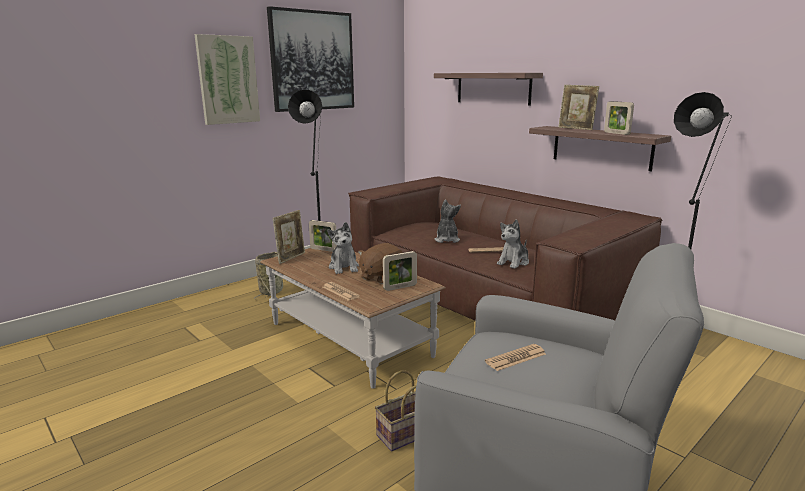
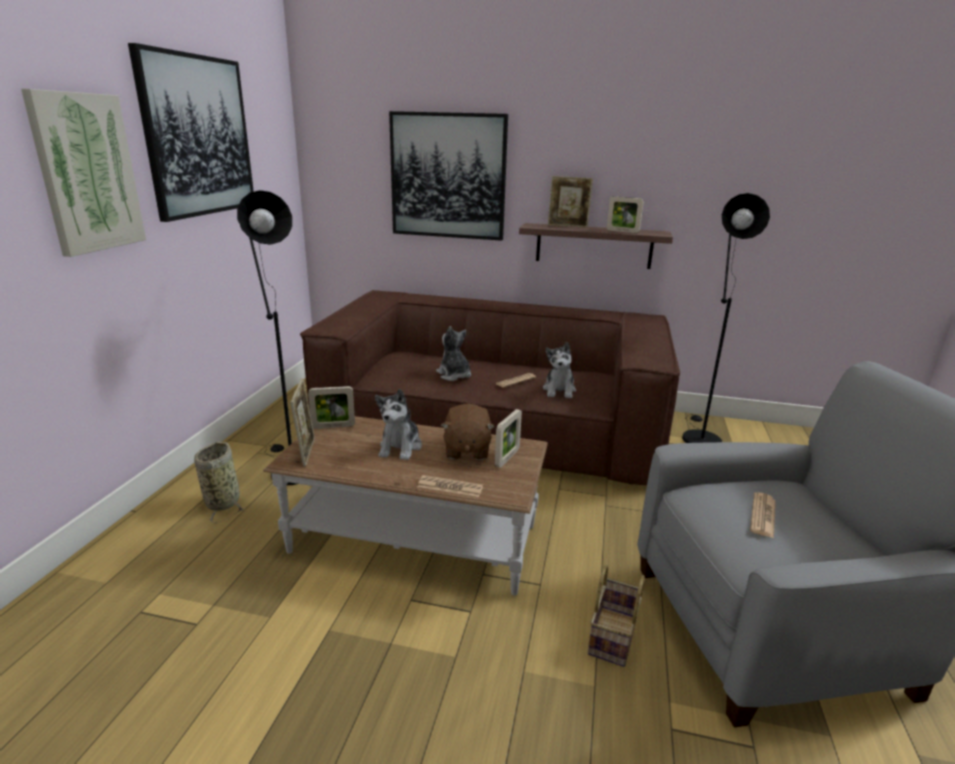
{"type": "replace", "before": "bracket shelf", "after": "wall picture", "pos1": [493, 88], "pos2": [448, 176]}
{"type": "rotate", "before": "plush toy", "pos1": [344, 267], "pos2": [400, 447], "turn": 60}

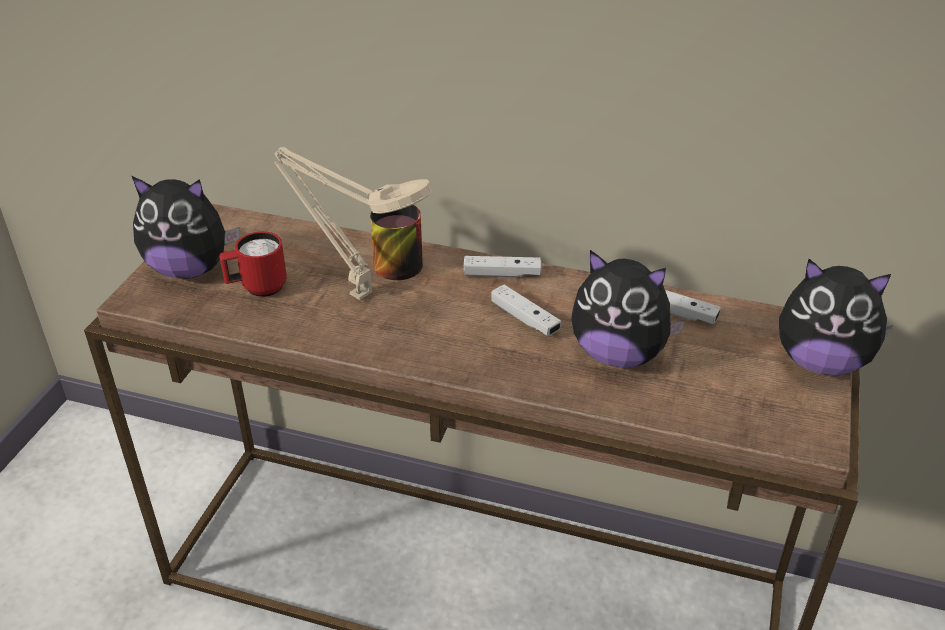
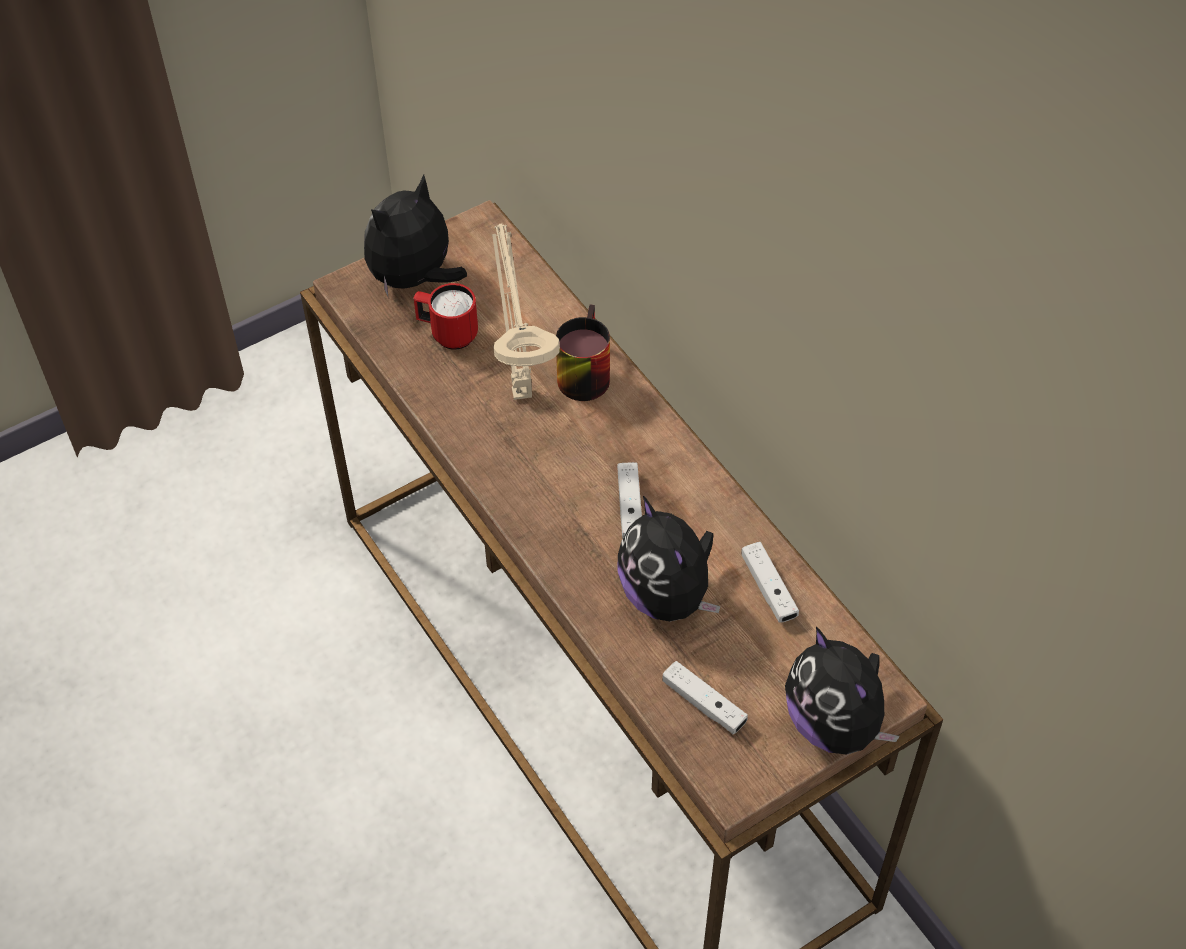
{"type": "rotate", "before": "plush toy", "pos1": [190, 269], "pos2": [414, 279], "turn": 90}
{"type": "move", "before": "joypad (white)", "pos1": [502, 274], "pos2": [704, 704]}

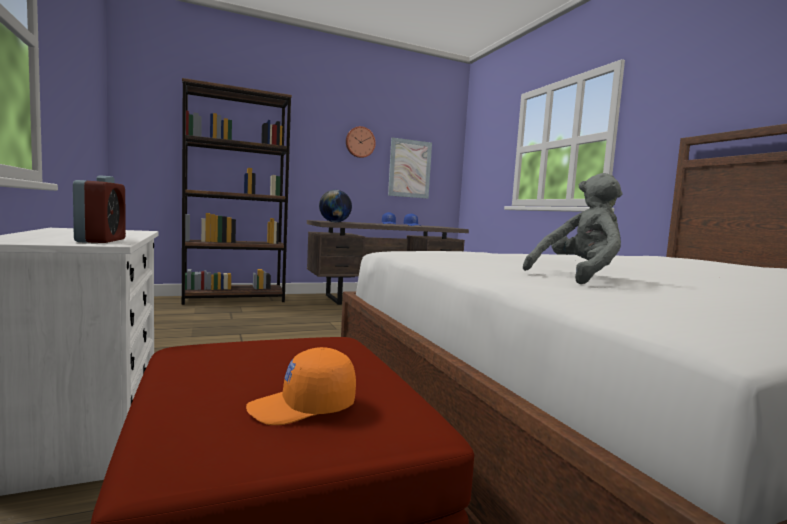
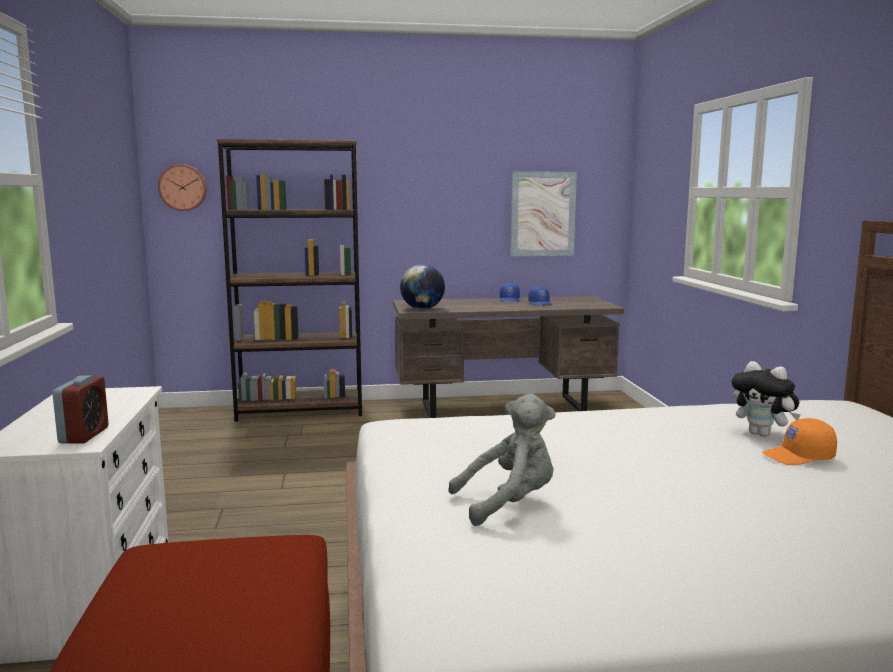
{"type": "move", "before": "clock on the wall", "pos1": [360, 142], "pos2": [183, 187]}
{"type": "move", "before": "baseball cap (orange-coloured)", "pos1": [303, 408], "pos2": [799, 457]}
{"type": "insert", "after": "plush toy", "pos2": [763, 434]}

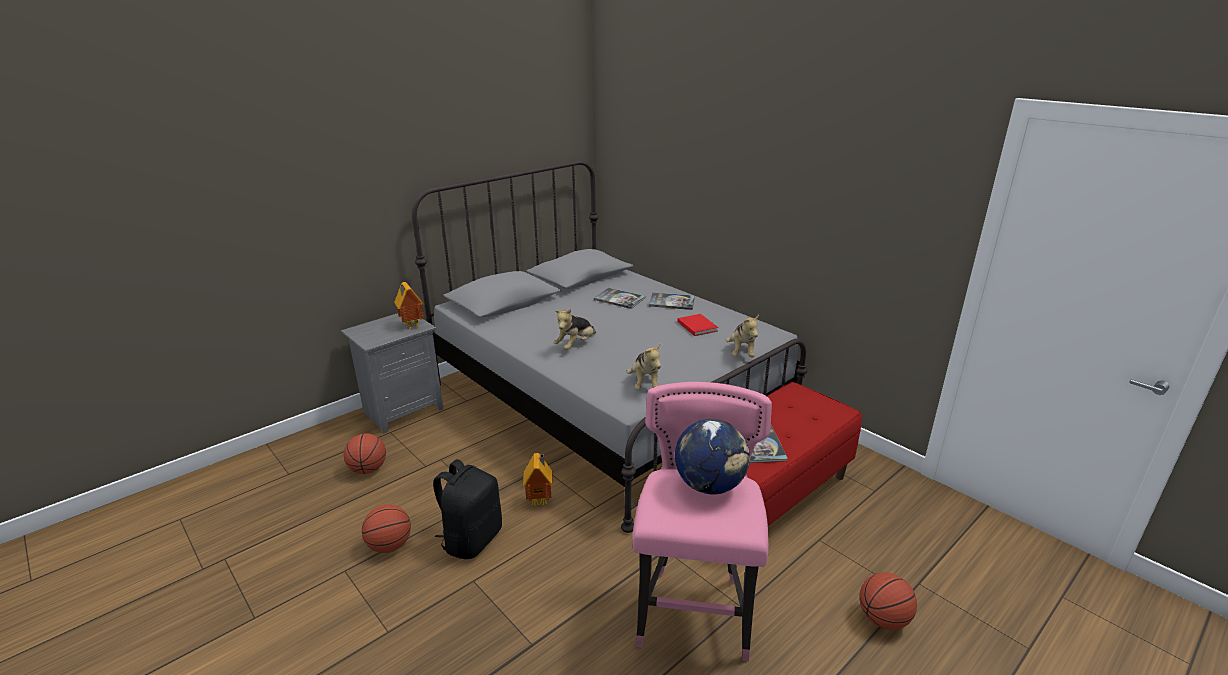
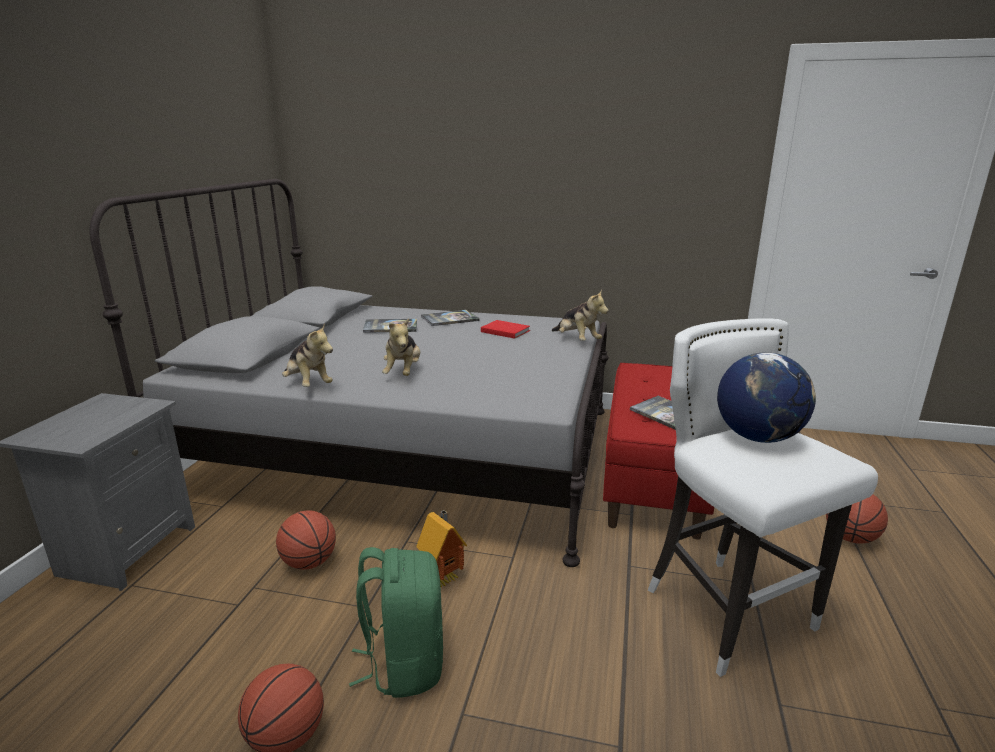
{"type": "delete", "before": "miniature house", "pos1": [411, 326]}
{"type": "move", "before": "plush toy", "pos1": [644, 383], "pos2": [308, 384]}
{"type": "recolor", "before": "stool seat (pink-coloured)", "after": "stool seat (white)", "pos1": [694, 616], "pos2": [728, 614]}
{"type": "move", "before": "ball for basketball", "pos1": [368, 469], "pos2": [309, 563]}
{"type": "recolor", "before": "backpack (black)", "after": "backpack (green-coloured)", "pos1": [472, 539], "pos2": [404, 663]}

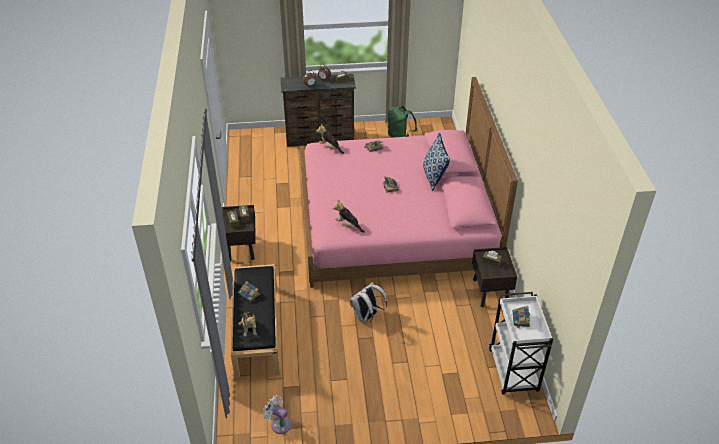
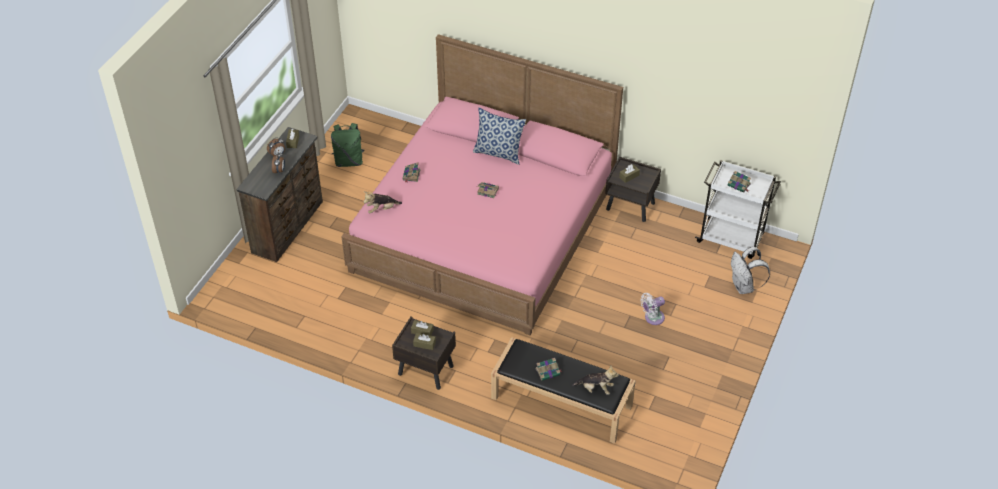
{"type": "delete", "before": "plush toy", "pos1": [348, 225]}
{"type": "move", "before": "backpack (white)", "pos1": [367, 316], "pos2": [744, 287]}
{"type": "move", "before": "cooling fan (white)", "pos1": [279, 424], "pos2": [652, 318]}

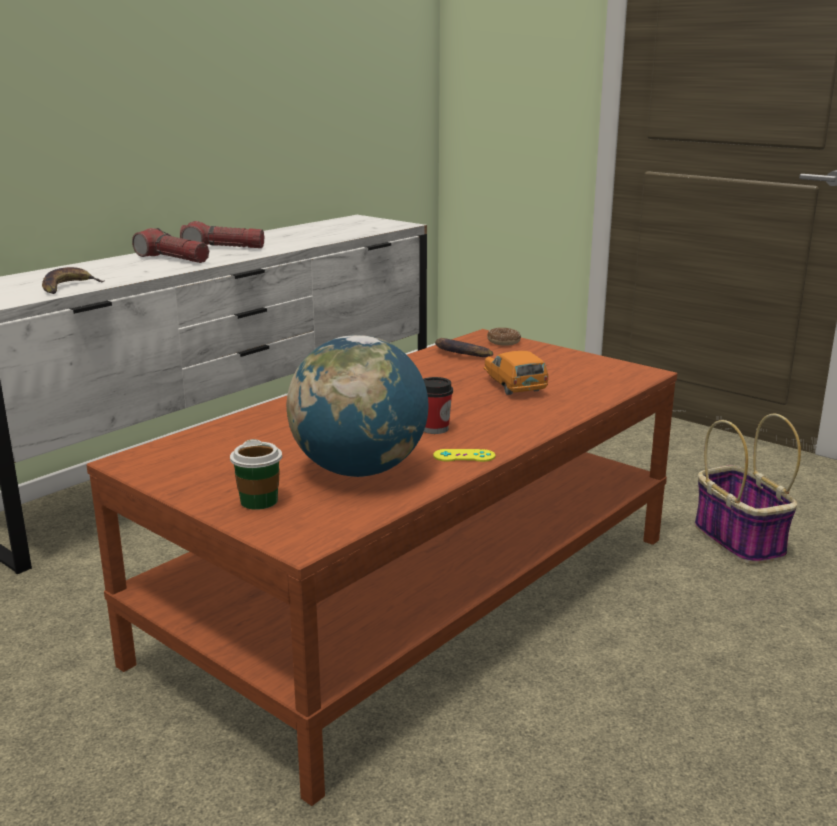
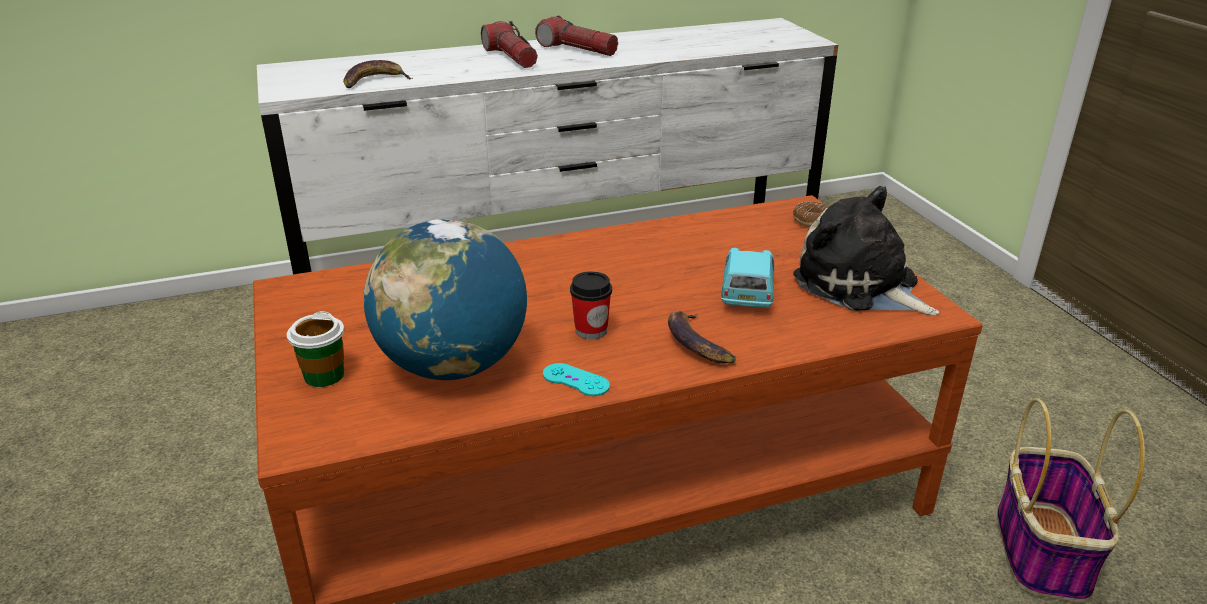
{"type": "move", "before": "banana fruit", "pos1": [460, 354], "pos2": [696, 343]}
{"type": "recolor", "before": "miniature car (orange-coloured)", "after": "miniature car (blue-green)", "pos1": [514, 387], "pos2": [747, 292]}
{"type": "recolor", "before": "joypad (yellowish)", "after": "joypad (blue-green)", "pos1": [464, 456], "pos2": [575, 380]}
{"type": "insert", "after": "plush toy", "pos2": [860, 285]}

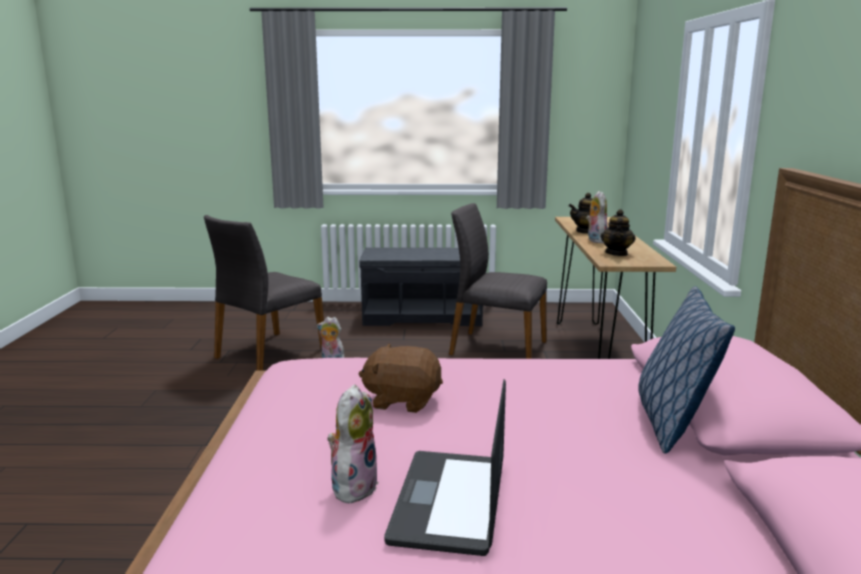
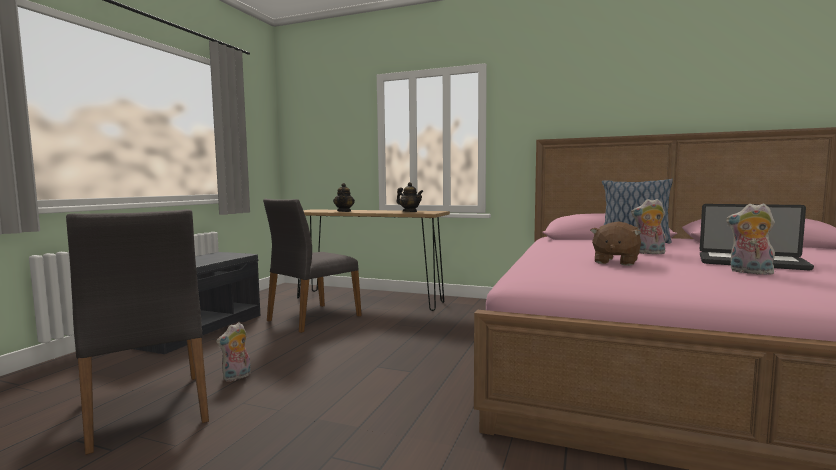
{"type": "move", "before": "plush toy", "pos1": [595, 240], "pos2": [648, 253]}

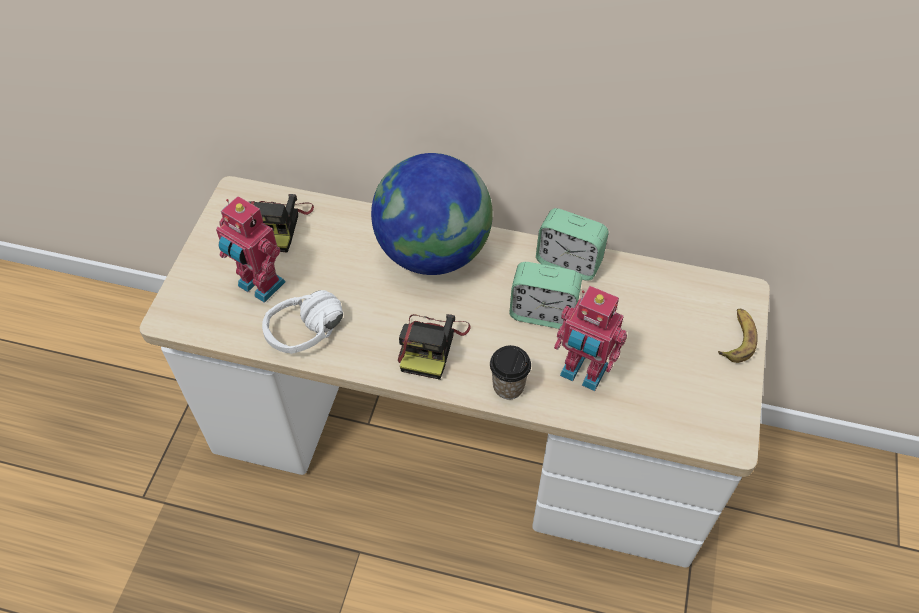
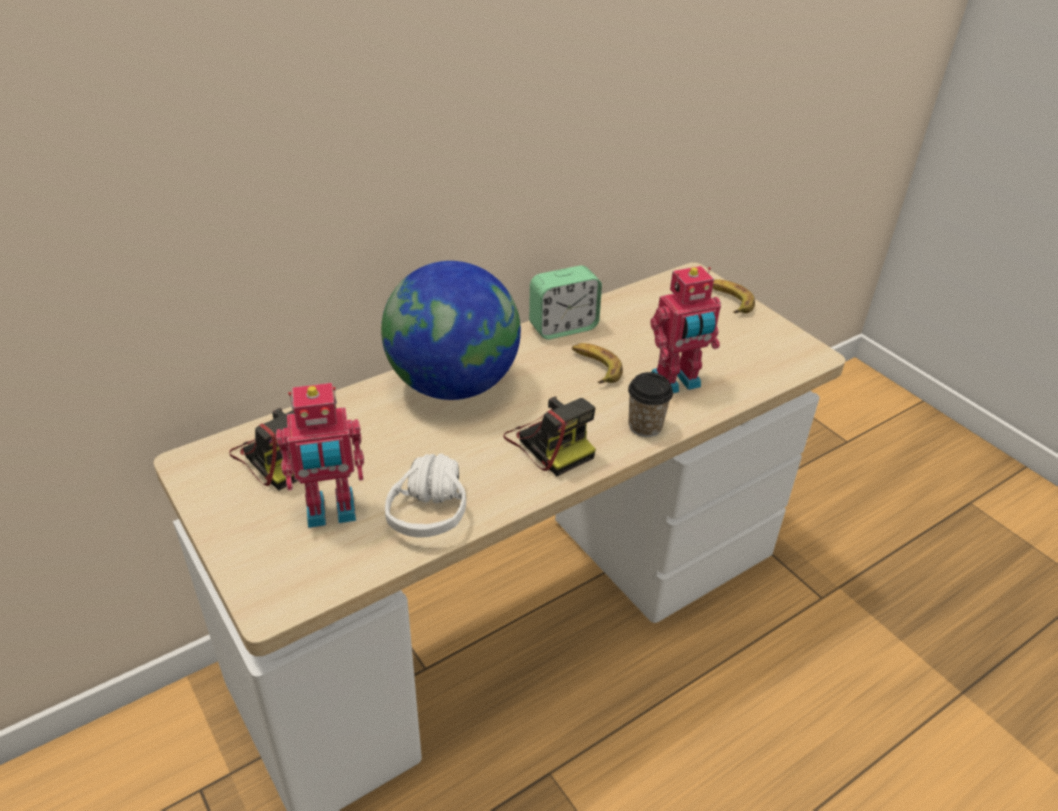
{"type": "replace", "before": "table clock", "after": "banana fruit", "pos1": [543, 313], "pos2": [595, 367]}

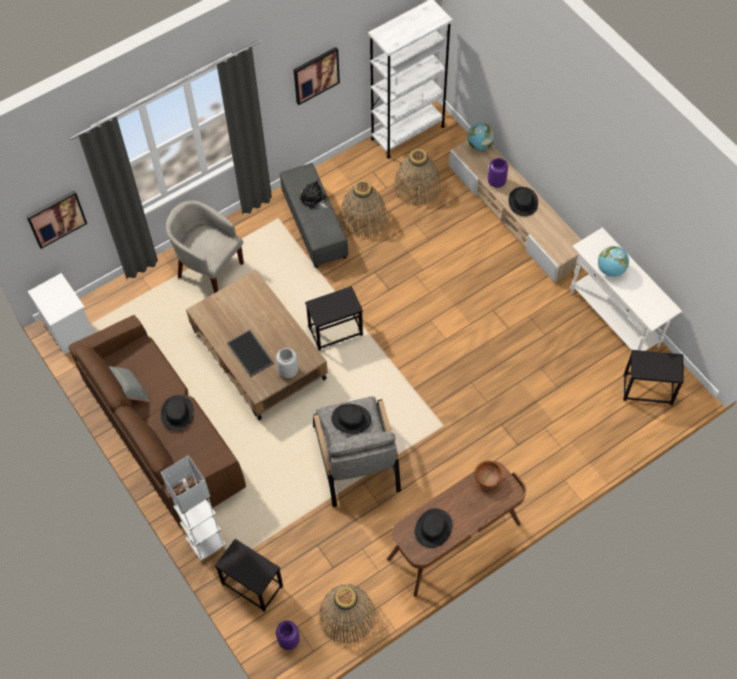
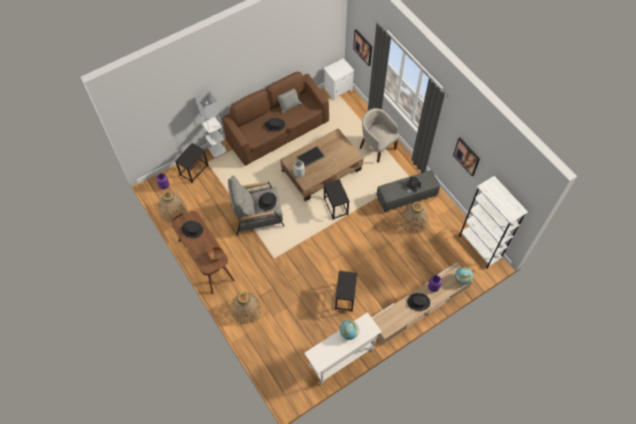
{"type": "move", "before": "storage basket", "pos1": [417, 186], "pos2": [246, 309]}
{"type": "rotate", "before": "easy chair (beige-coloured)", "pos1": [208, 267], "pos2": [377, 147], "turn": -75}
{"type": "move", "before": "accent table (black)", "pos1": [647, 390], "pos2": [345, 297]}

